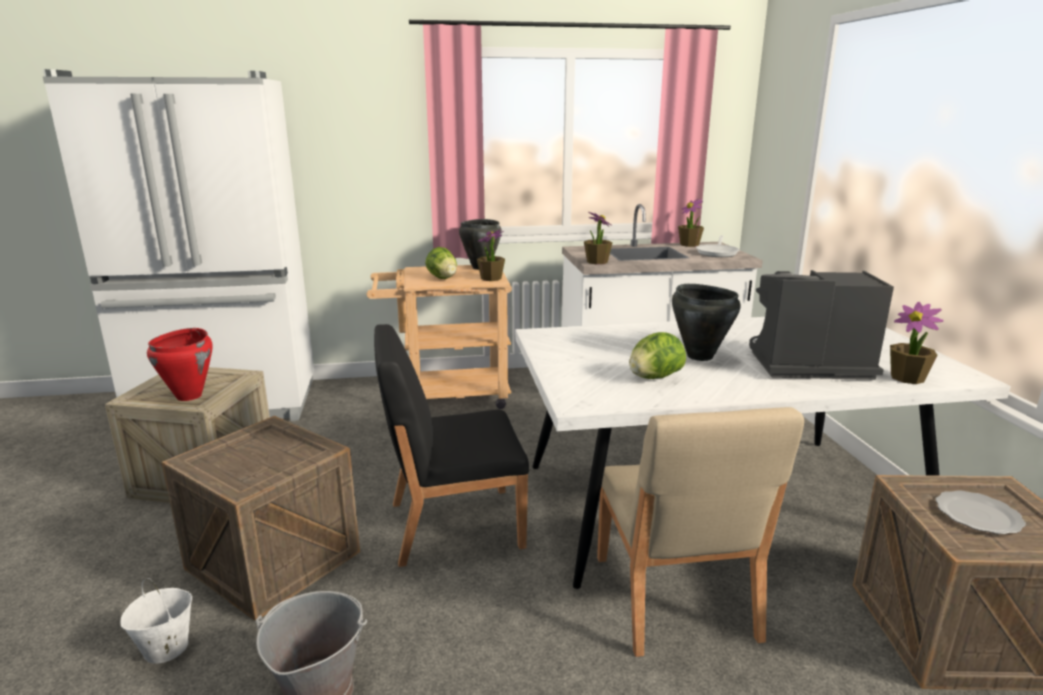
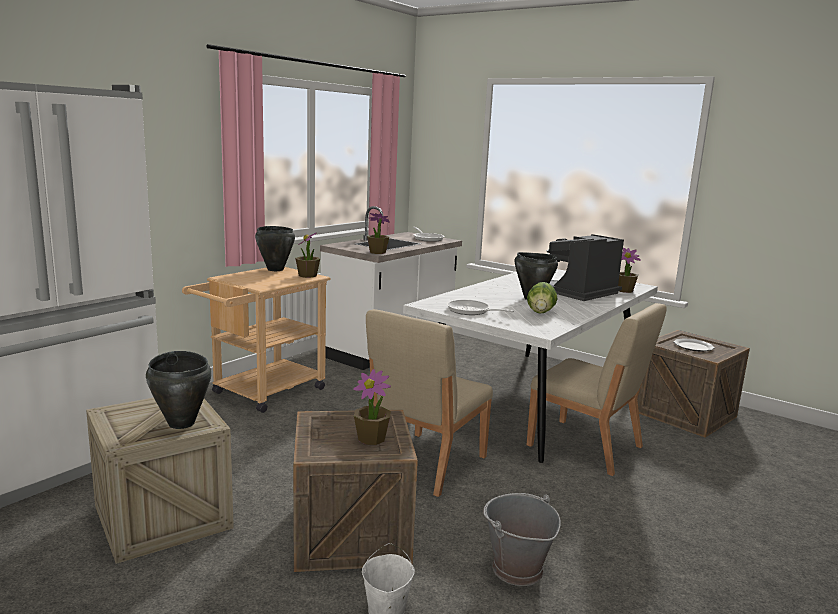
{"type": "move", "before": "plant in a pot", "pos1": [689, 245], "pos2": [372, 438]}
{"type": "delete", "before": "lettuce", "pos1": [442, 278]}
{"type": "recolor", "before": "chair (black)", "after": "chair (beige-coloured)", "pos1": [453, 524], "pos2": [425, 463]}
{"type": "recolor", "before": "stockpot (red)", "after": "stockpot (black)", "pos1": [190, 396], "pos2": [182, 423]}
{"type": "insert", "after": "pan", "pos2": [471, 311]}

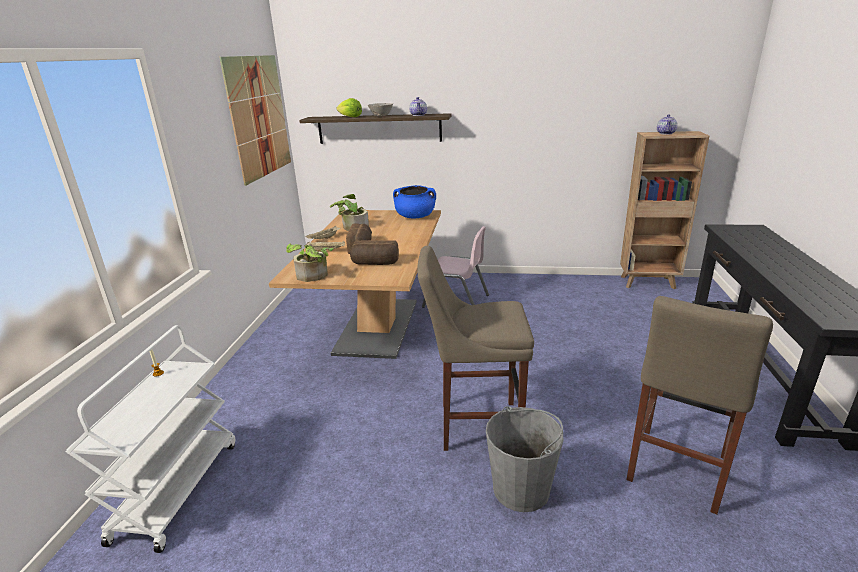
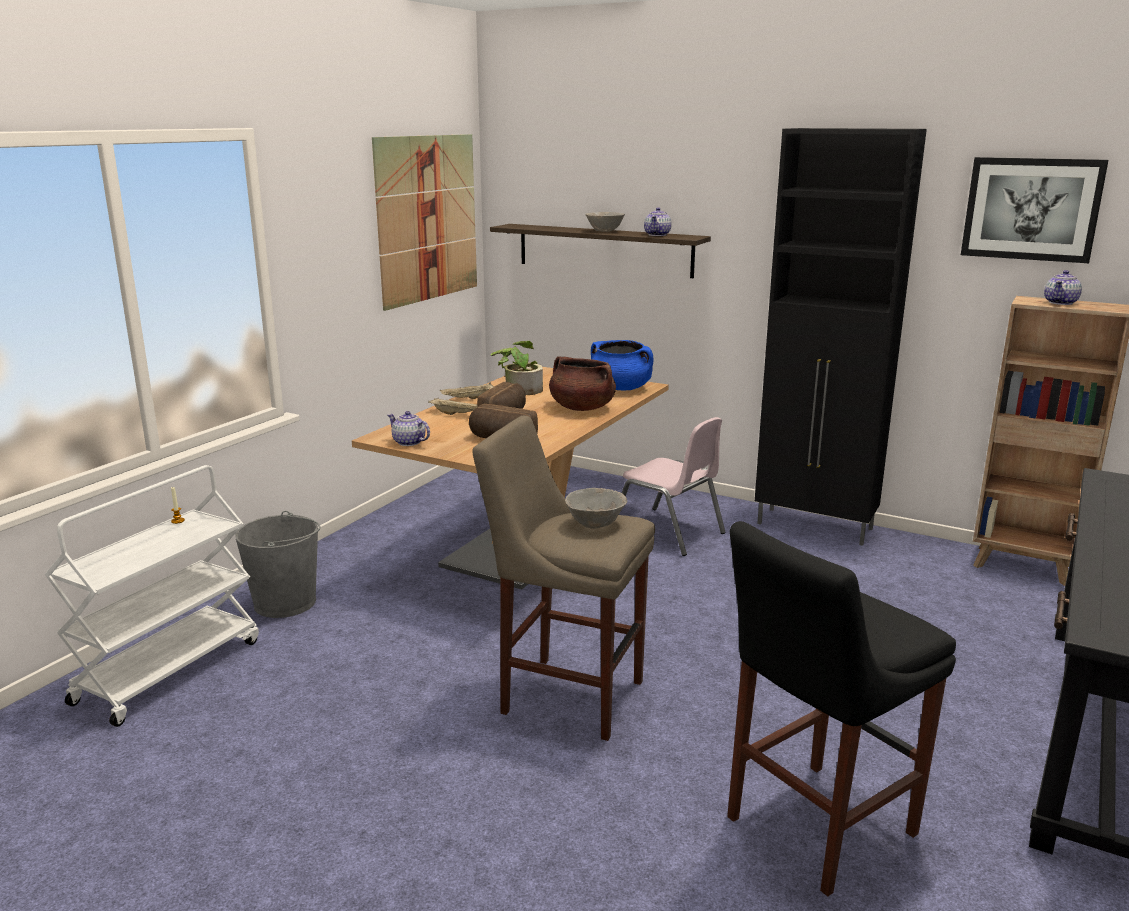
{"type": "delete", "before": "lettuce", "pos1": [350, 117]}
{"type": "replace", "before": "plant in a pot", "after": "teapot", "pos1": [313, 277], "pos2": [409, 442]}
{"type": "recolor", "before": "stool seat (beige-coloured)", "after": "stool seat (black)", "pos1": [675, 471], "pos2": [813, 828]}
{"type": "move", "before": "water bucket (greyish)", "pos1": [521, 489], "pos2": [285, 602]}
{"type": "insert", "after": "cabinet (black)", "pos2": [816, 527]}
{"type": "insert", "after": "wall picture", "pos2": [1031, 209]}
{"type": "insert", "after": "stockpot (brown)", "pos2": [581, 408]}
{"type": "insert", "after": "deep dish (greyish)", "pos2": [596, 523]}

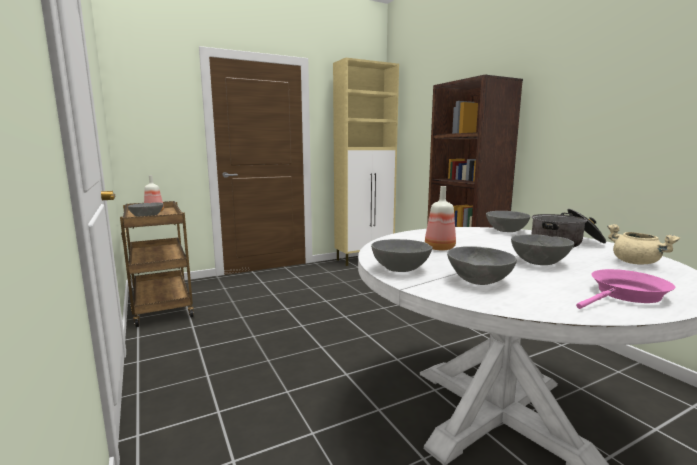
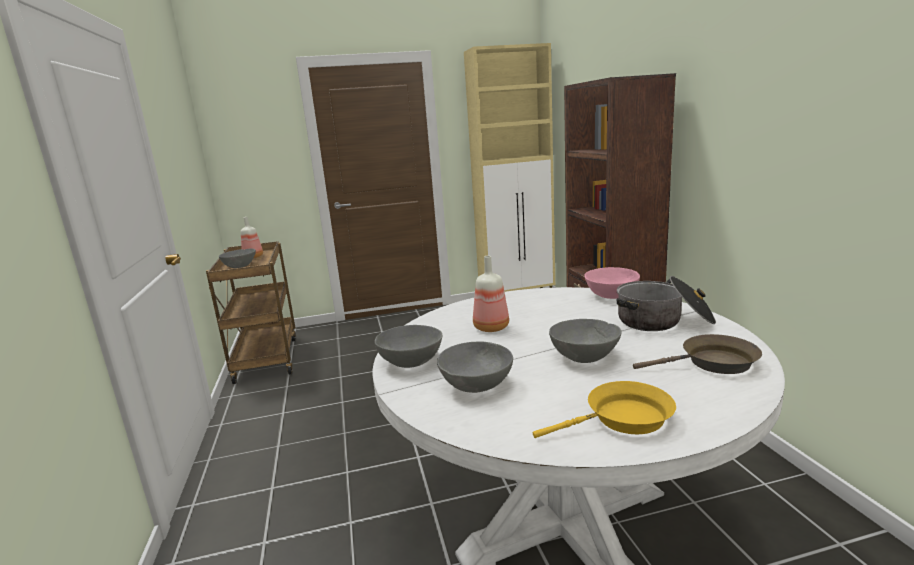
{"type": "recolor", "before": "deep dish (greyish)", "after": "deep dish (pink-coloured)", "pos1": [506, 230], "pos2": [611, 295]}
{"type": "replace", "before": "stockpot (beige-coloured)", "after": "pan (brown)", "pos1": [636, 263], "pos2": [713, 363]}
{"type": "recolor", "before": "pan (pink-coloured)", "after": "pan (yellowish)", "pos1": [625, 295], "pos2": [623, 419]}

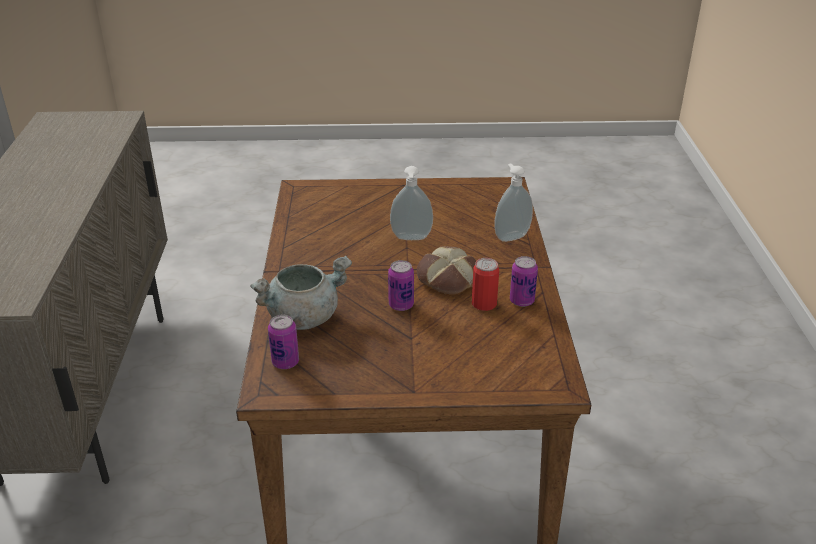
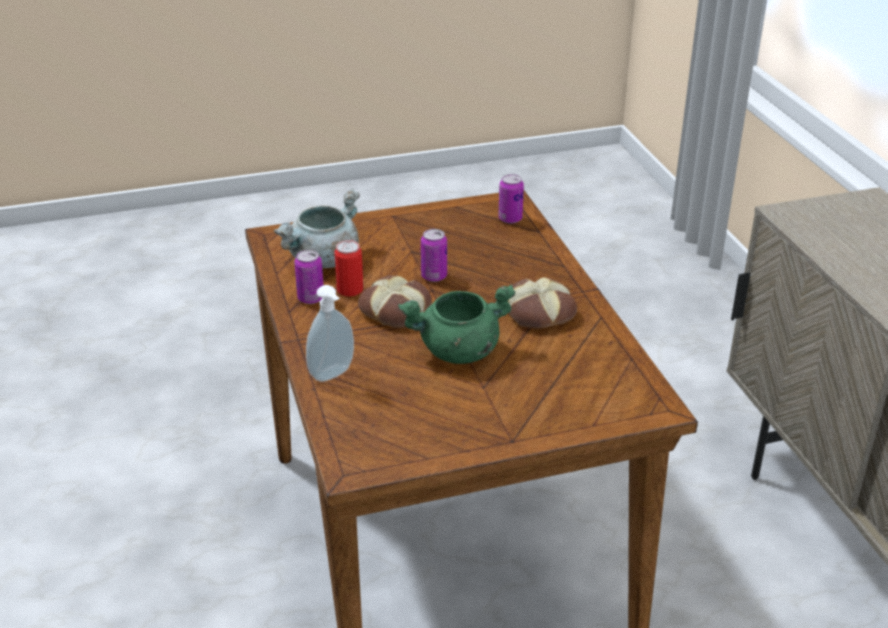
{"type": "replace", "before": "soap dispenser", "after": "stockpot (green-coloured)", "pos1": [411, 238], "pos2": [458, 351]}
{"type": "move", "before": "stockpot (greyish)", "pos1": [304, 317], "pos2": [323, 260]}
{"type": "insert", "after": "bakery bread", "pos2": [539, 313]}

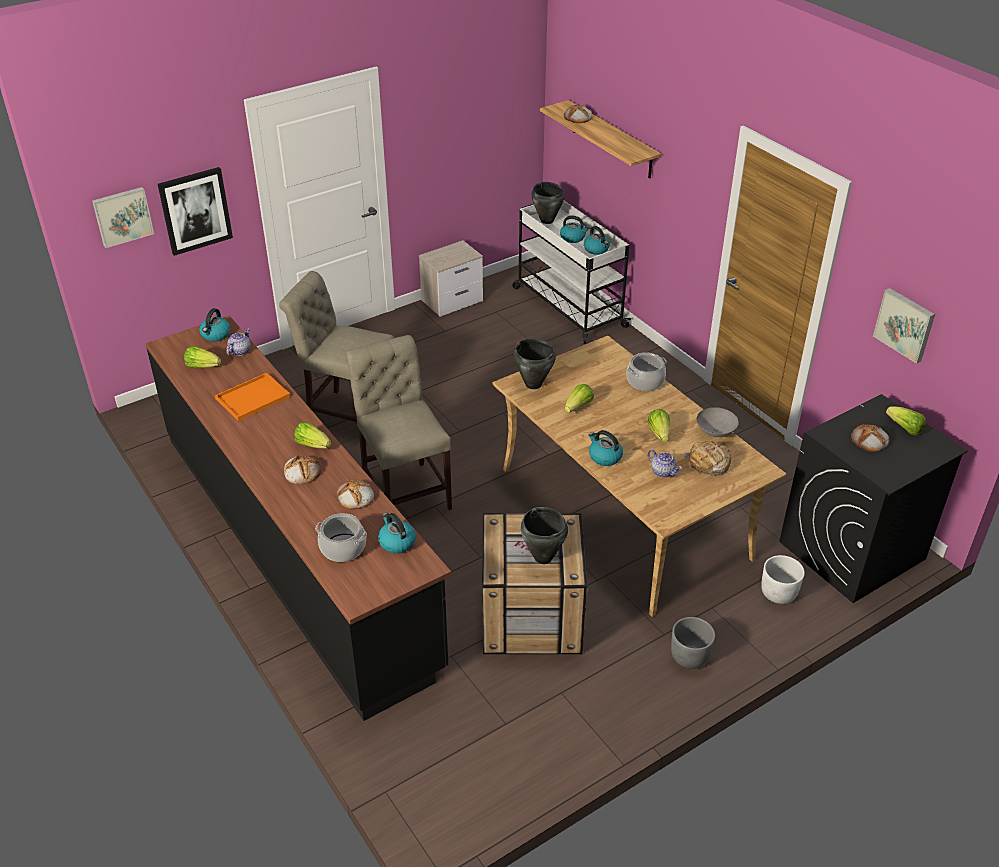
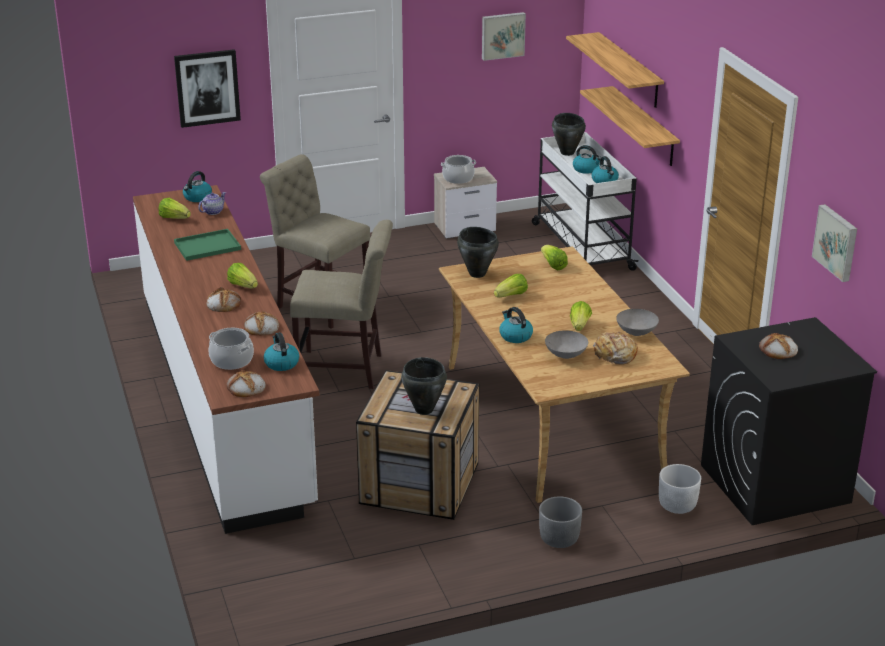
{"type": "move", "before": "bakery bread", "pos1": [578, 118], "pos2": [246, 388]}
{"type": "move", "before": "wall picture", "pos1": [122, 216], "pos2": [502, 35]}
{"type": "recolor", "before": "kitchen base unit (black)", "after": "kitchen base unit (white)", "pos1": [296, 545], "pos2": [225, 396]}
{"type": "rotate", "before": "chair (beige-coloured)", "pos1": [405, 490], "pos2": [345, 370], "turn": 105}
{"type": "move", "before": "stockpot", "pos1": [645, 381], "pos2": [458, 178]}
{"type": "recolor", "before": "tray (orange-coloured)", "after": "tray (green-coloured)", "pos1": [252, 398], "pos2": [206, 246]}
{"type": "move", "before": "lettuce", "pos1": [904, 428], "pos2": [553, 265]}
{"type": "replace", "before": "teapot", "after": "deep dish (greyish)", "pos1": [663, 472], "pos2": [566, 355]}
{"type": "insert", "after": "bracket shelf", "pos2": [644, 126]}

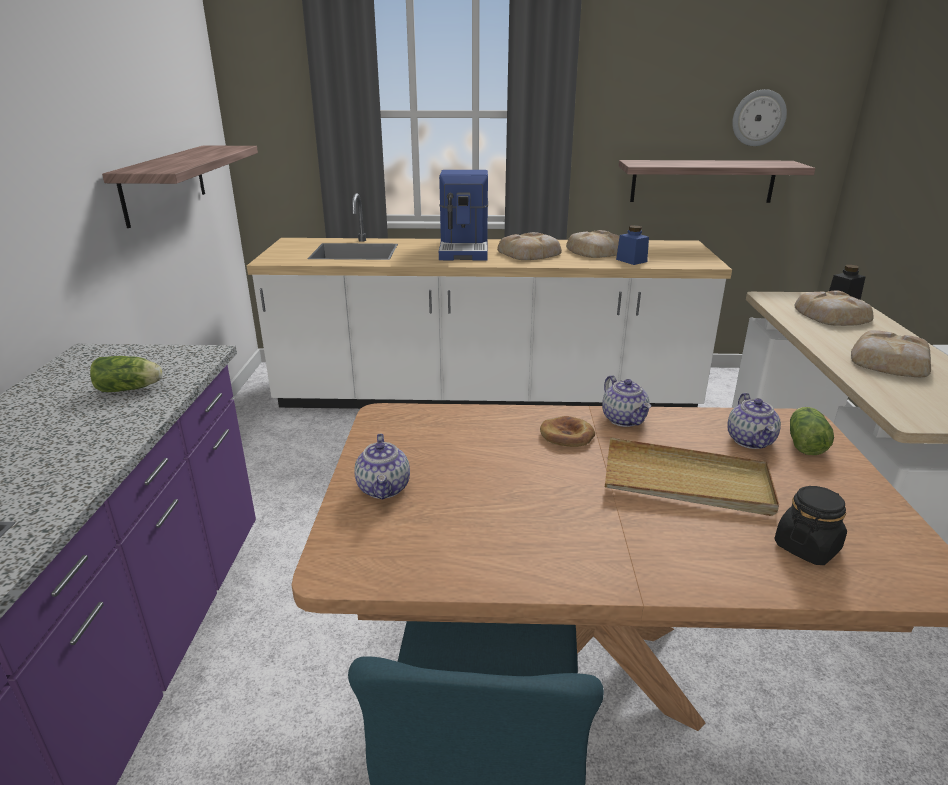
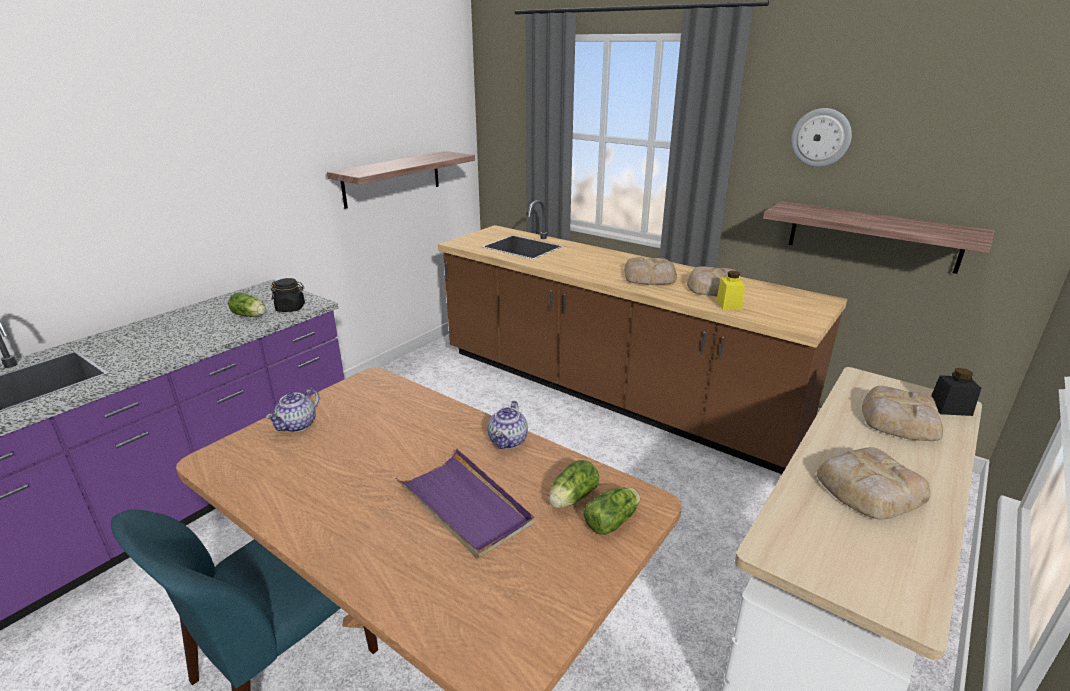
{"type": "move", "before": "clock on the wall", "pos1": [758, 118], "pos2": [821, 137]}
{"type": "delete", "before": "coffee machine", "pos1": [465, 249]}
{"type": "recolor", "before": "kitchen base unit (white)", "after": "kitchen base unit (brown)", "pos1": [486, 396], "pos2": [609, 393]}
{"type": "recolor", "before": "preserve jar (bluish)", "after": "preserve jar (yellowish)", "pos1": [631, 260], "pos2": [729, 304]}
{"type": "replace", "before": "teapot", "after": "lettuce", "pos1": [751, 441], "pos2": [571, 498]}
{"type": "delete", "before": "bakery bread", "pos1": [567, 435]}
{"type": "recolor", "before": "tray (beige-coloured)", "after": "tray (purplish)", "pos1": [686, 482], "pos2": [465, 505]}
{"type": "move", "before": "preserve jar (black)", "pos1": [806, 547], "pos2": [291, 308]}

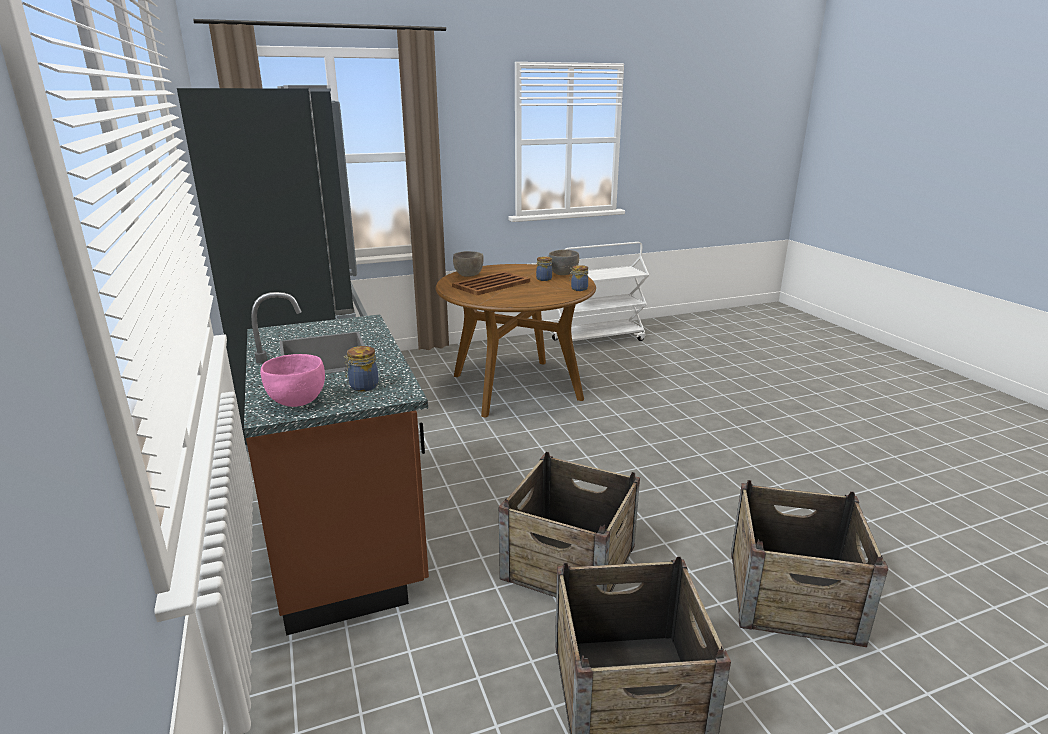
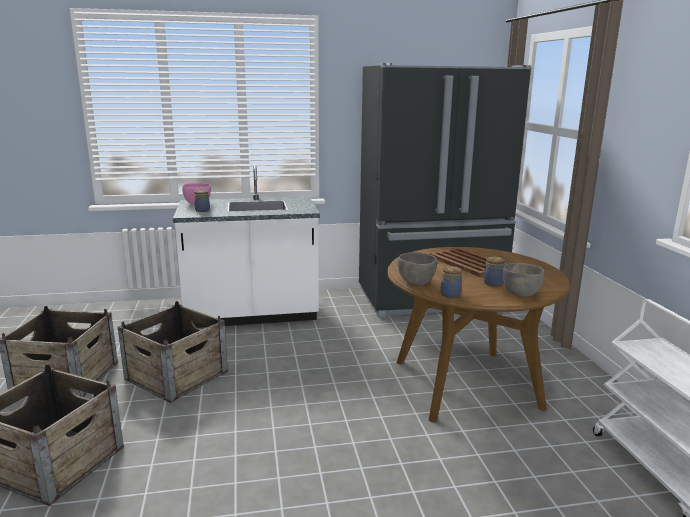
{"type": "move", "before": "deep dish (greyish)", "pos1": [468, 275], "pos2": [415, 282]}
{"type": "recolor", "before": "kitchen base unit (brown)", "after": "kitchen base unit (white)", "pos1": [349, 539], "pos2": [252, 315]}

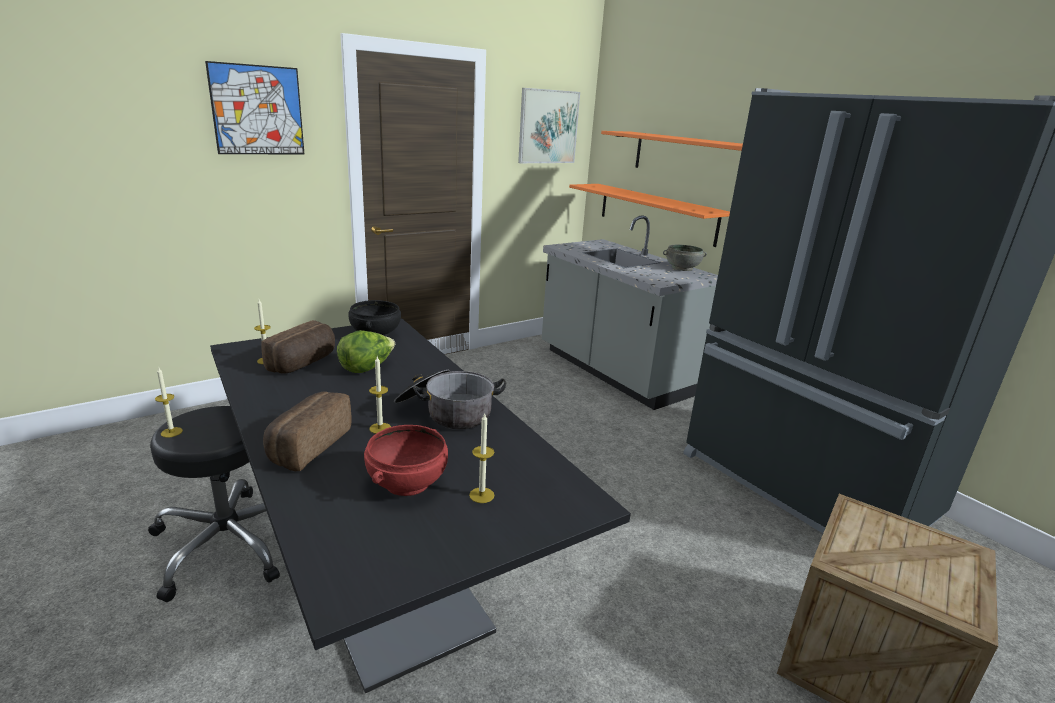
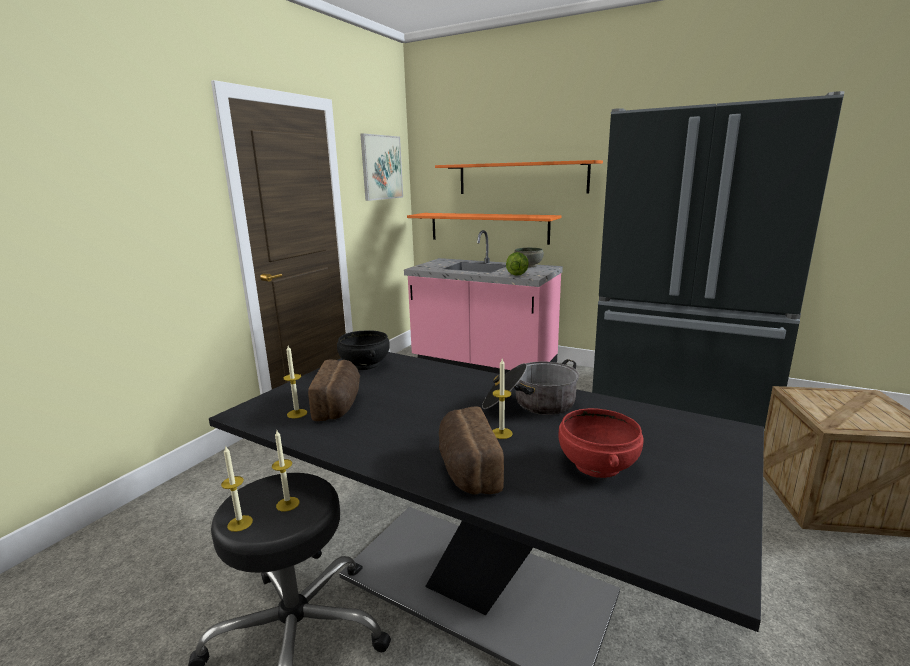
{"type": "delete", "before": "wall picture", "pos1": [257, 110]}
{"type": "recolor", "before": "kitchen base unit (greyish)", "after": "kitchen base unit (pink-coloured)", "pos1": [613, 372], "pos2": [483, 365]}
{"type": "move", "before": "lettuce", "pos1": [367, 368], "pos2": [517, 274]}
{"type": "move", "before": "wax light", "pos1": [481, 495], "pos2": [288, 504]}

